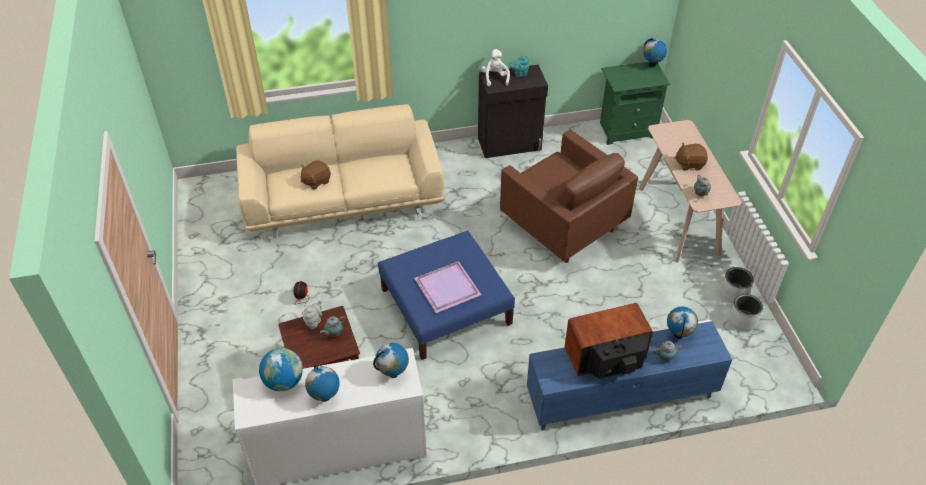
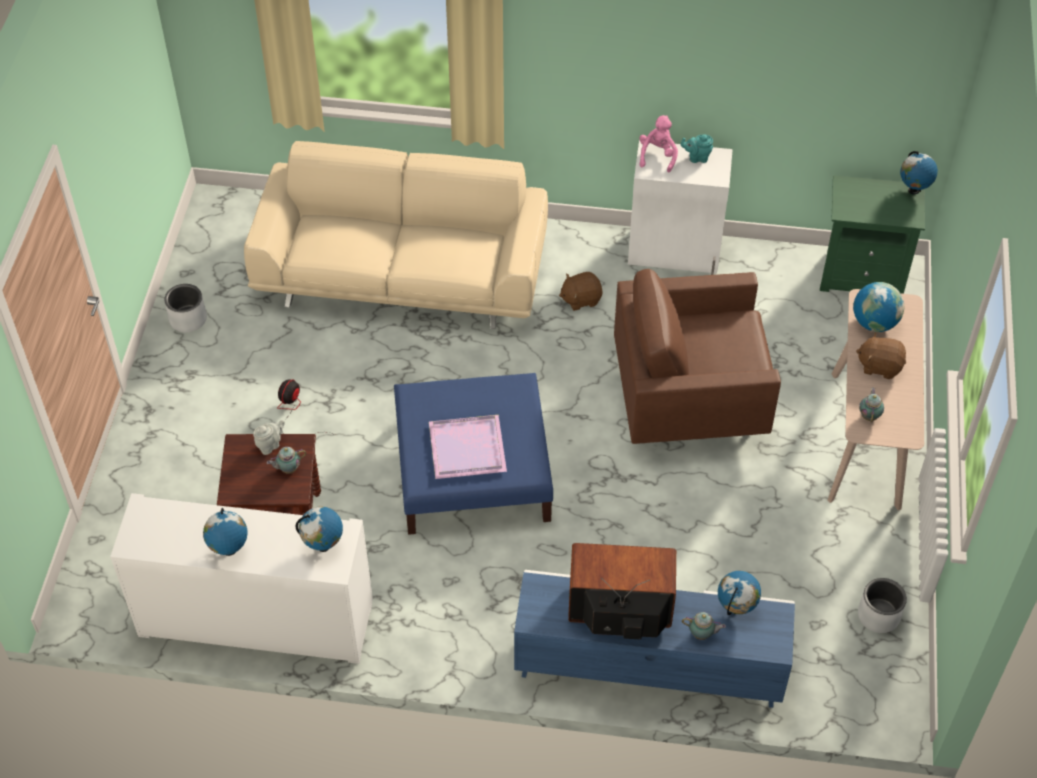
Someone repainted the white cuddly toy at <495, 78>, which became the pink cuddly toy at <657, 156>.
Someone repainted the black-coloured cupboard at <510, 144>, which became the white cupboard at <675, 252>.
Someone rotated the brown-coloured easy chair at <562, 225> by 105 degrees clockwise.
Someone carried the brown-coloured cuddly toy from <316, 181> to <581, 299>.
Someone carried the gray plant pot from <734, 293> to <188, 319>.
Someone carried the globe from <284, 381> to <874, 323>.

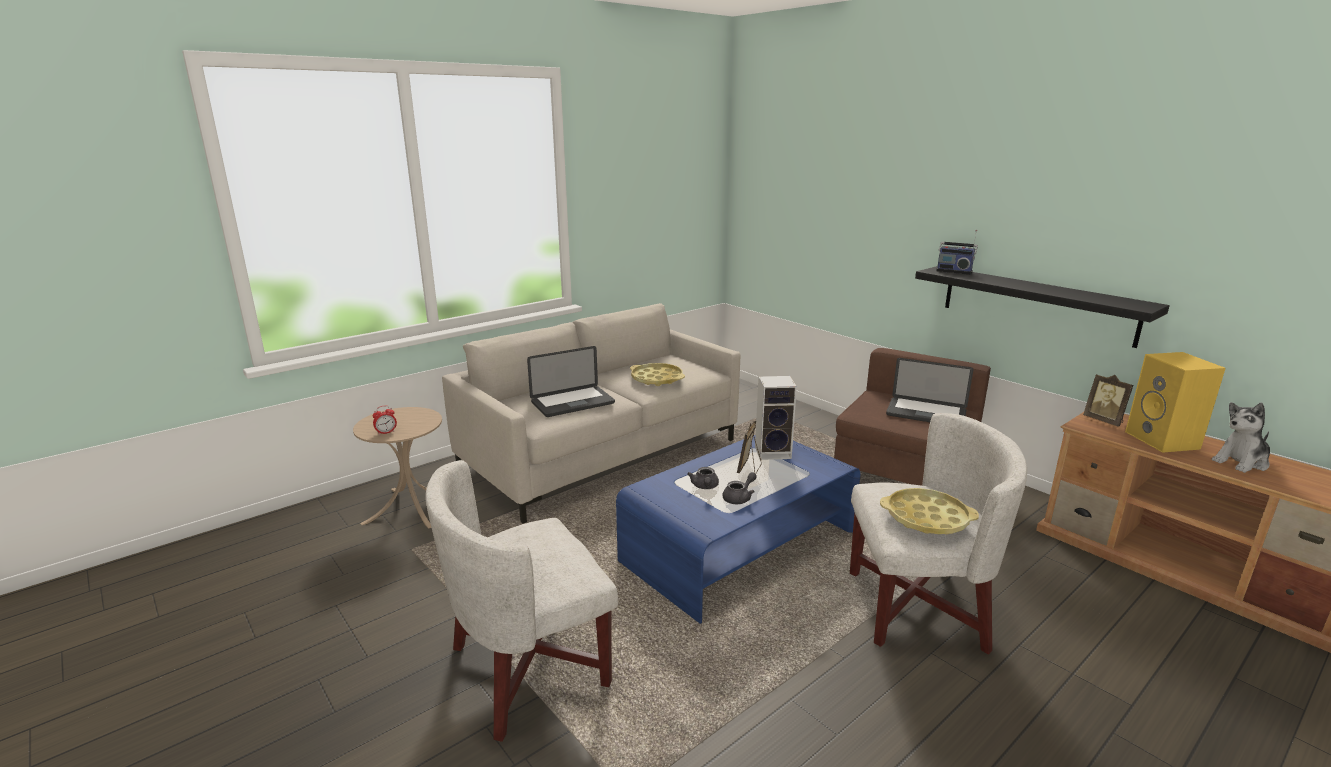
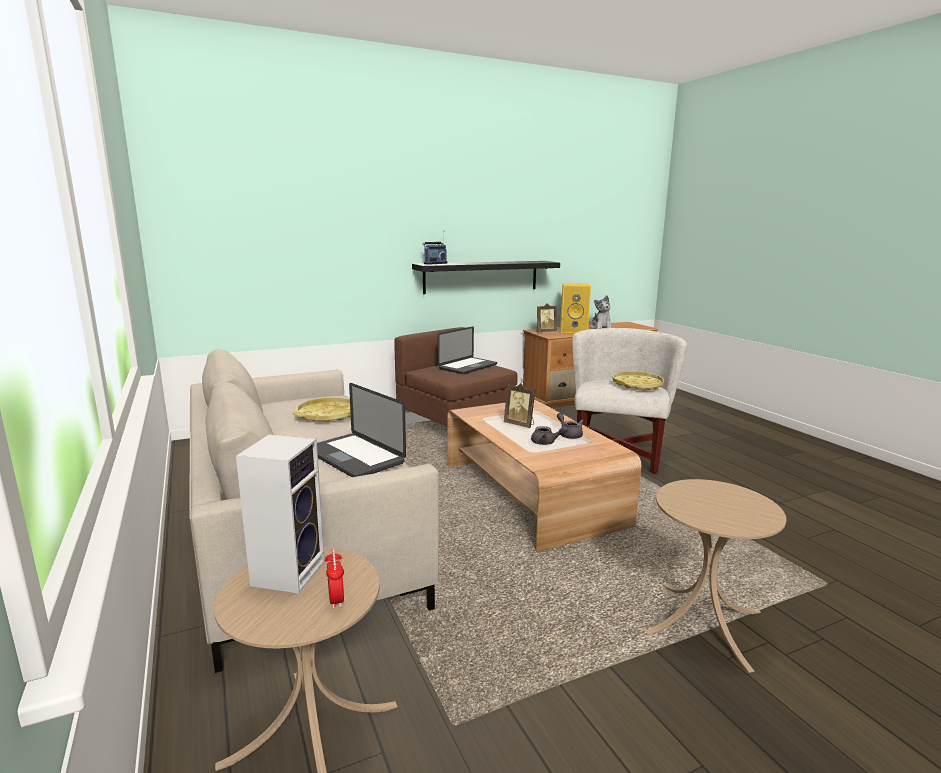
Someone rotated the laptop at <572, 403> by 150 degrees clockwise.
Someone carried the audio speaker from <774, 452> to <289, 571>.
Someone repainted the bluish lounge table at <739, 547>, which became the brown-coloured lounge table at <531, 494>.
Someone swapped the white easy chair at <528, 668> for the beige-coloured end table at <701, 622>.

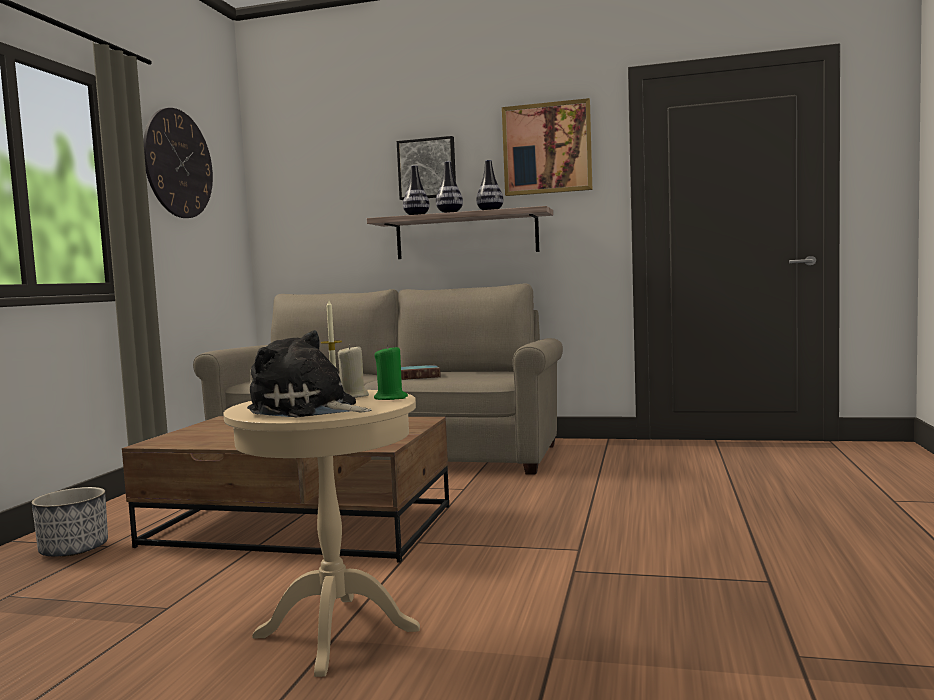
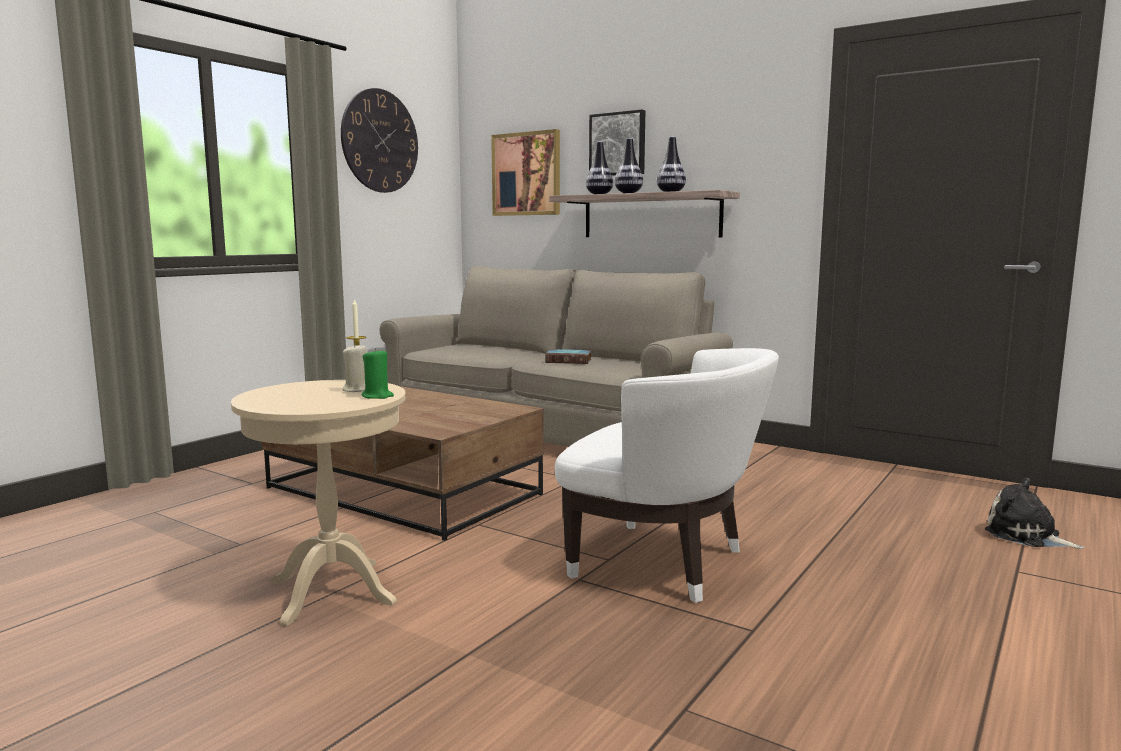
Someone carried the picture from <547, 148> to <526, 174>.
Someone carried the cuddly toy from <308, 409> to <1026, 536>.
Someone took away the plant pot at <74, 549>.
Someone put down the white easy chair at <665, 563>.

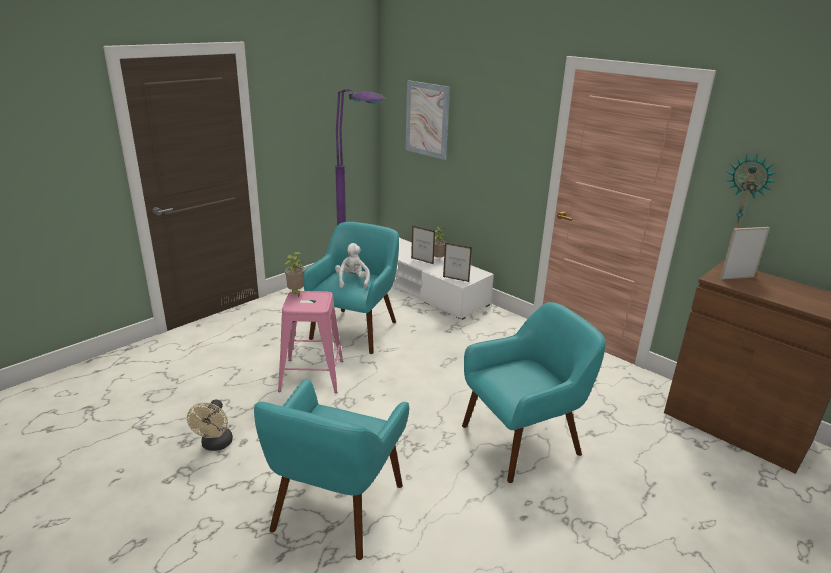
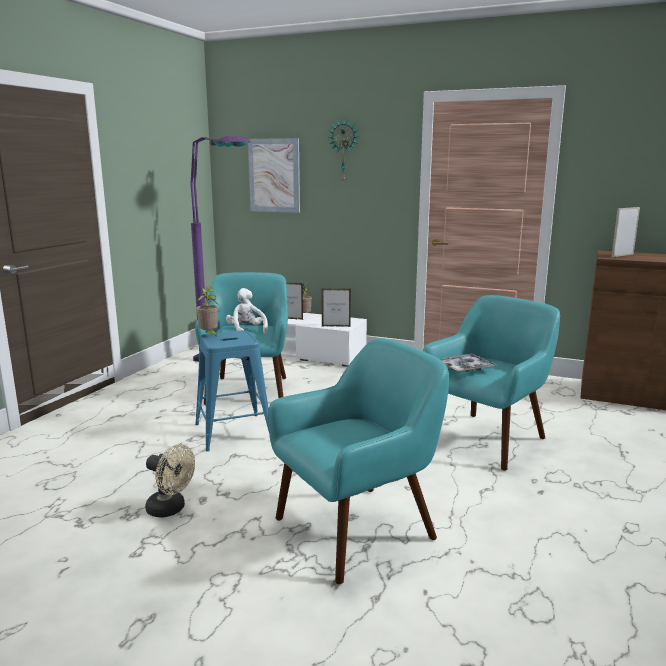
Someone carried the hanging clock from <746, 194> to <344, 151>.
Someone repainted the pink stool at <311, 376>, which became the bluish stool at <233, 432>.
Someone rotated the turquoise-coloured easy chair at <336, 508> by 120 degrees counterclockwise.
Someone rotated the beige-coloured fan at <215, 445> by 45 degrees counterclockwise.
Someone put down the serving tray at <465, 368>.

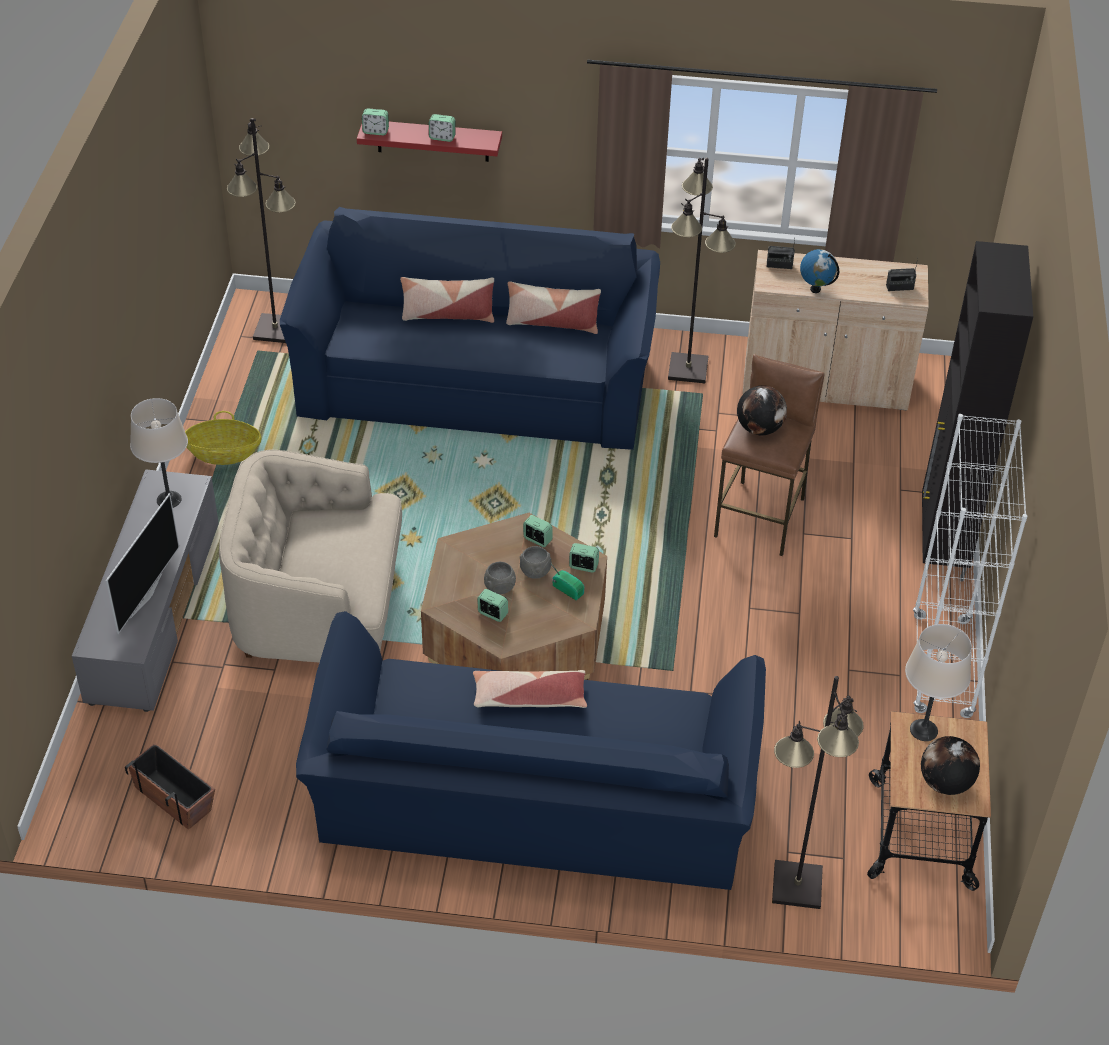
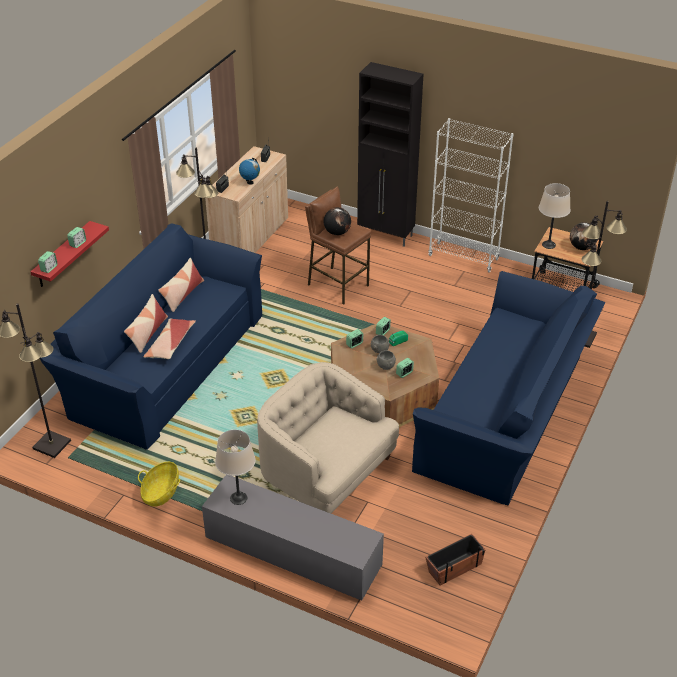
Someone rotated the beige-coloured easy chair at <320, 609> by 105 degrees clockwise.
Someone took away the television at <145, 595>.
Someone carried the cushion from <529, 697> to <170, 344>.

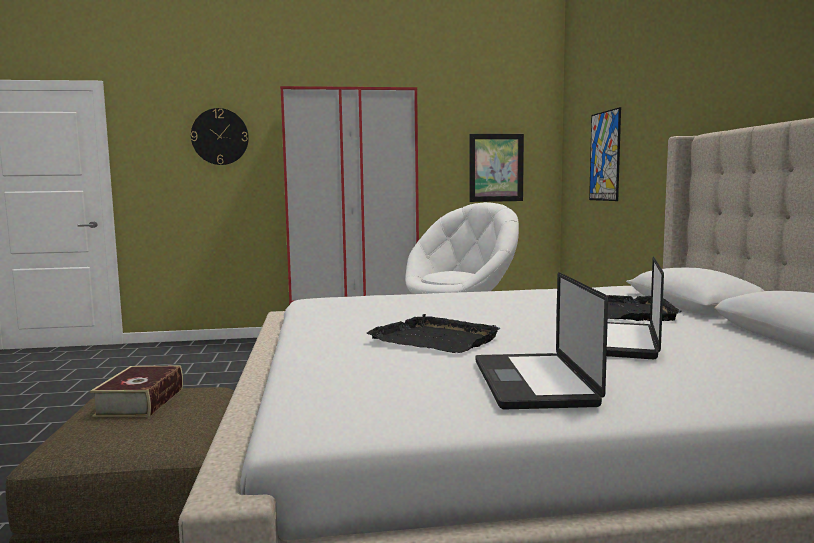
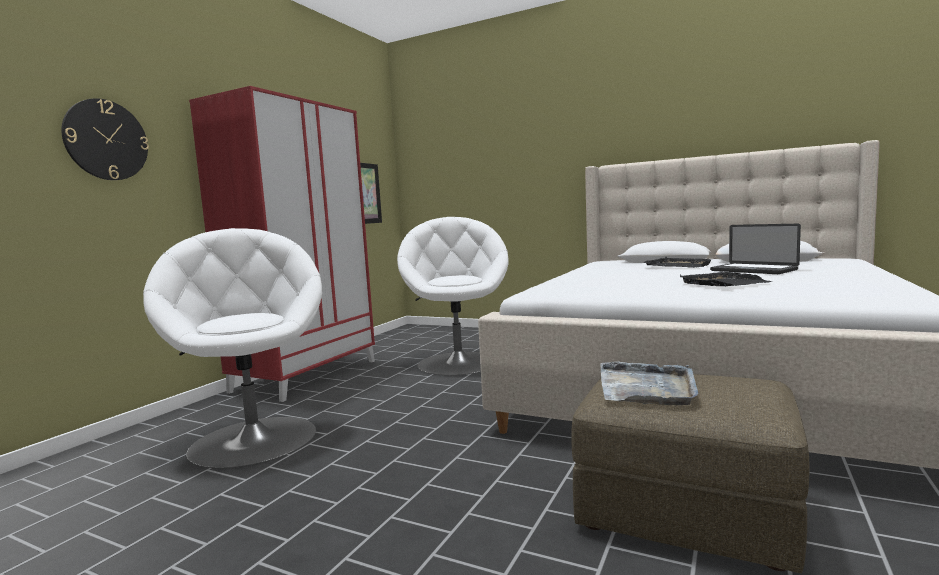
Someone took away the picture at <605, 156>.
Someone took away the laptop at <532, 382>.
Someone swapped the volume at <140, 402> for the gray serving tray at <646, 387>.
Someone put down the white easy chair at <254, 439>.

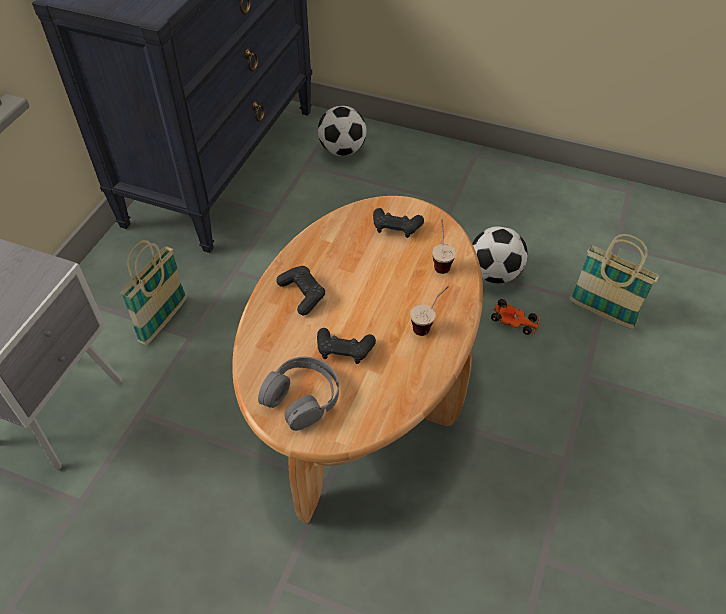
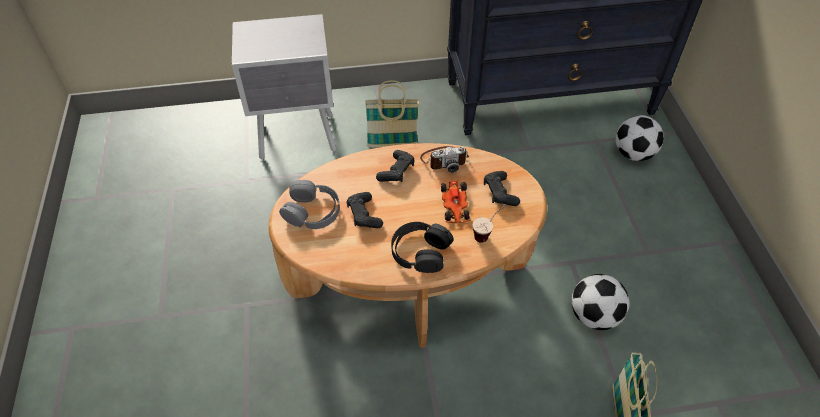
Someone swapped the cup at <428, 324> for the black-coloured headset at <420, 252>.
Someone carried the model car from <515, 321> to <455, 206>.
Someone put down the still camera at <444, 160>.

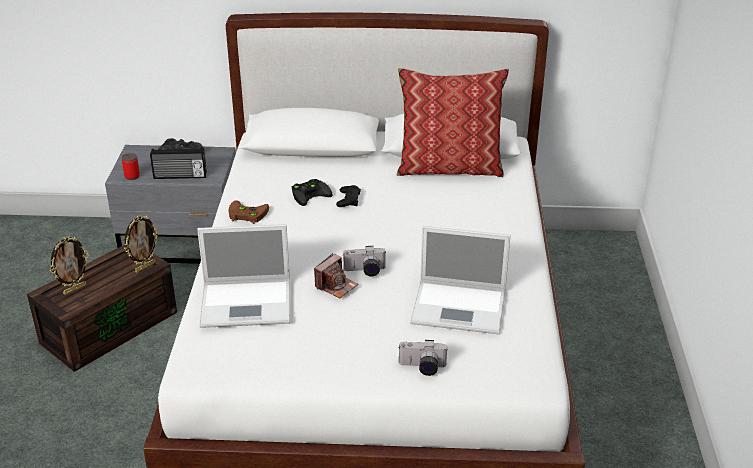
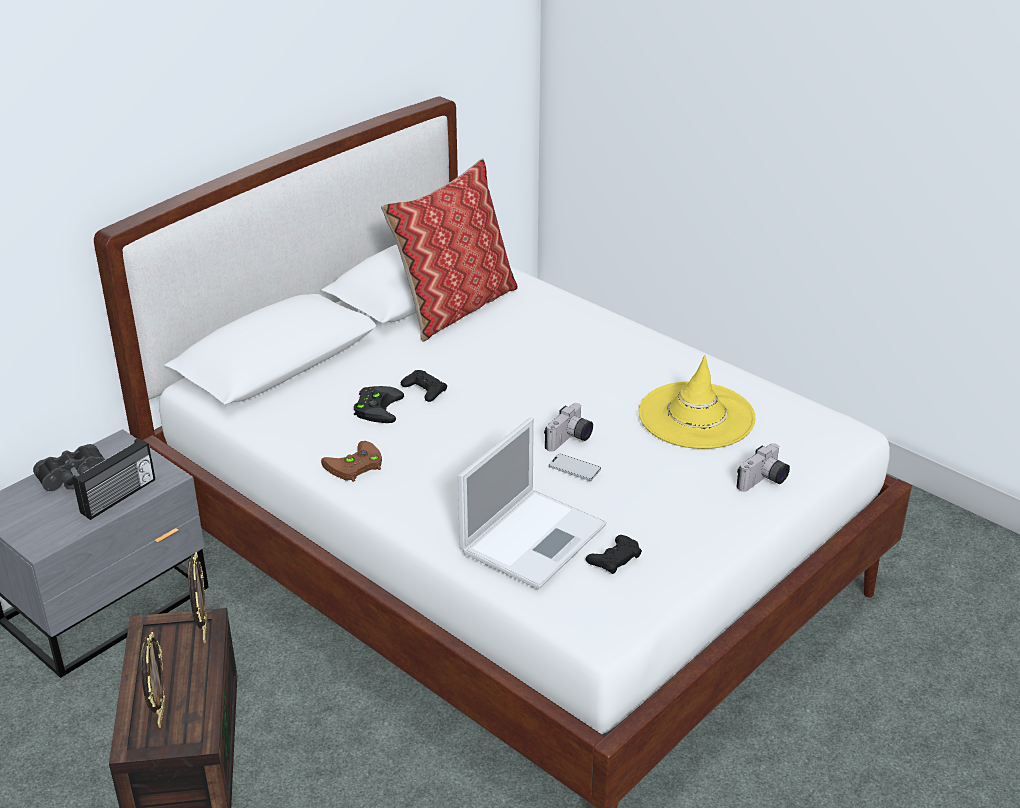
Someone took away the sealed can at <132, 176>.
Someone swapped the laptop at <461, 307> for the yellow wearable hat at <696, 416>.
Someone swapped the still camera at <336, 286> for the handset at <574, 468>.
Someone put down the black-coloured gamepad at <614, 558>.

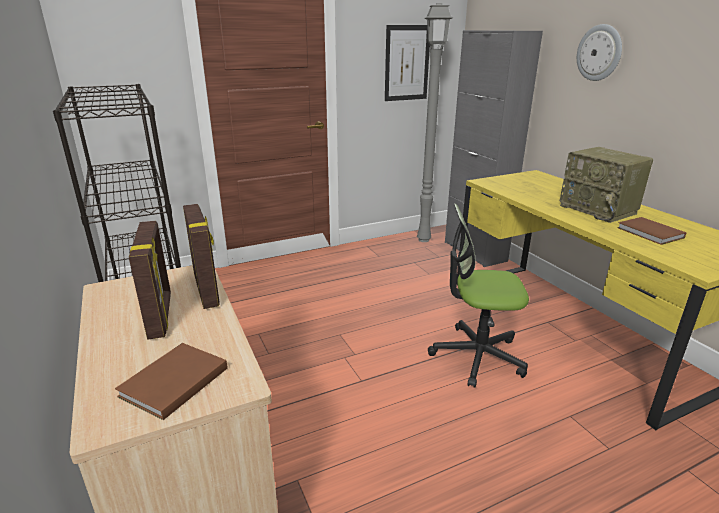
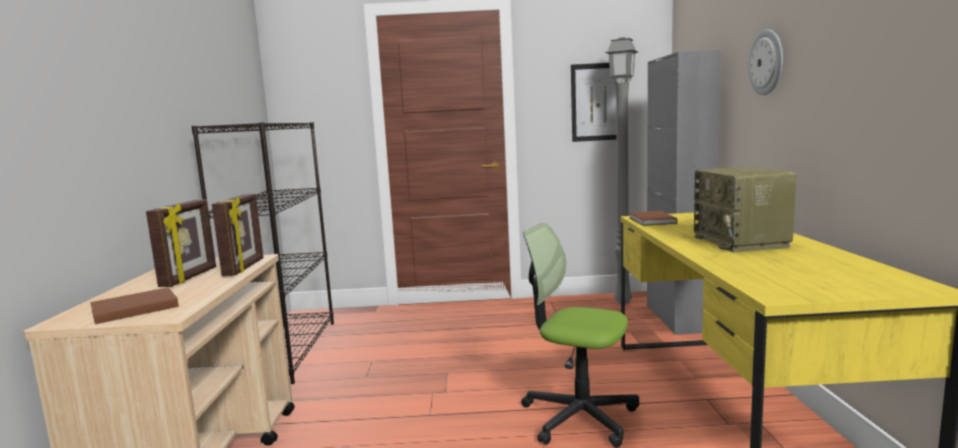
Someone carried the brown-coloured volume from <650, 233> to <651, 221>.

